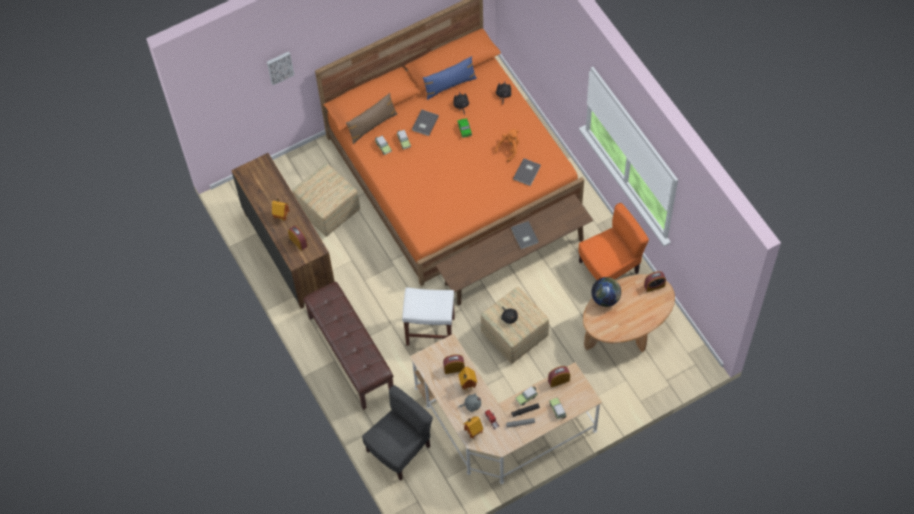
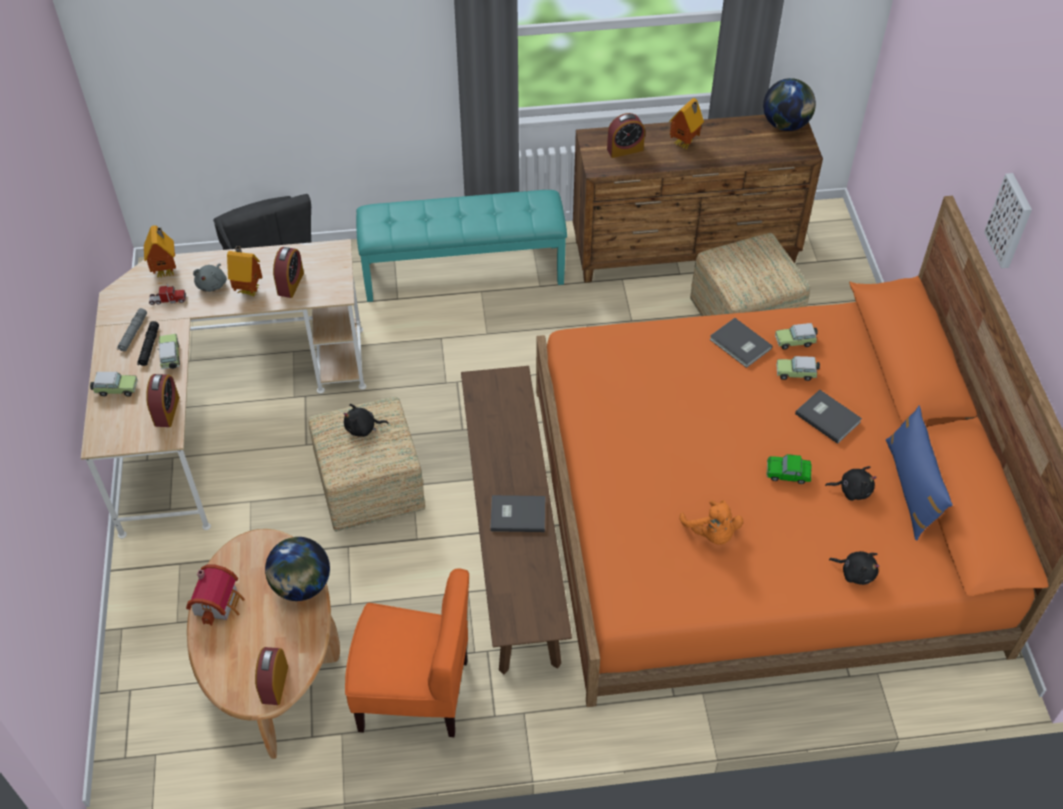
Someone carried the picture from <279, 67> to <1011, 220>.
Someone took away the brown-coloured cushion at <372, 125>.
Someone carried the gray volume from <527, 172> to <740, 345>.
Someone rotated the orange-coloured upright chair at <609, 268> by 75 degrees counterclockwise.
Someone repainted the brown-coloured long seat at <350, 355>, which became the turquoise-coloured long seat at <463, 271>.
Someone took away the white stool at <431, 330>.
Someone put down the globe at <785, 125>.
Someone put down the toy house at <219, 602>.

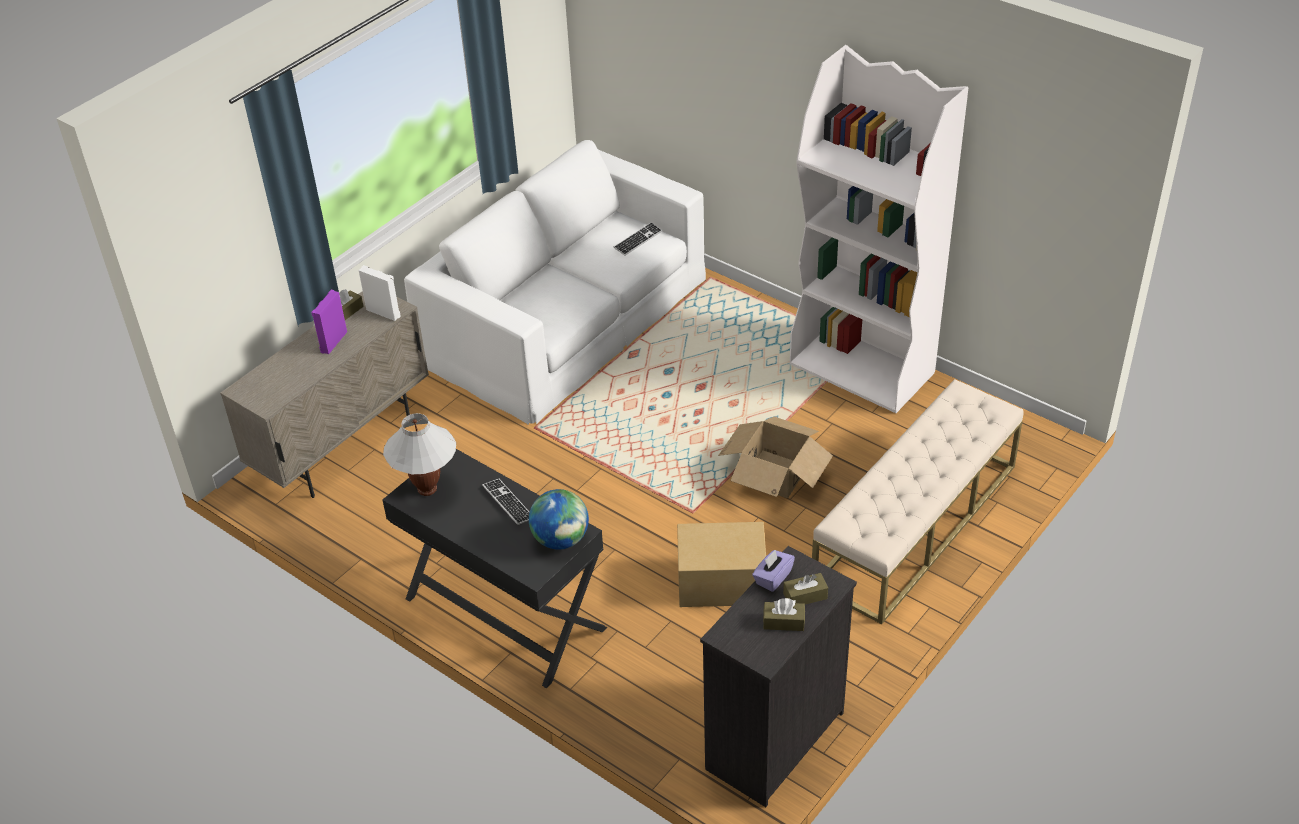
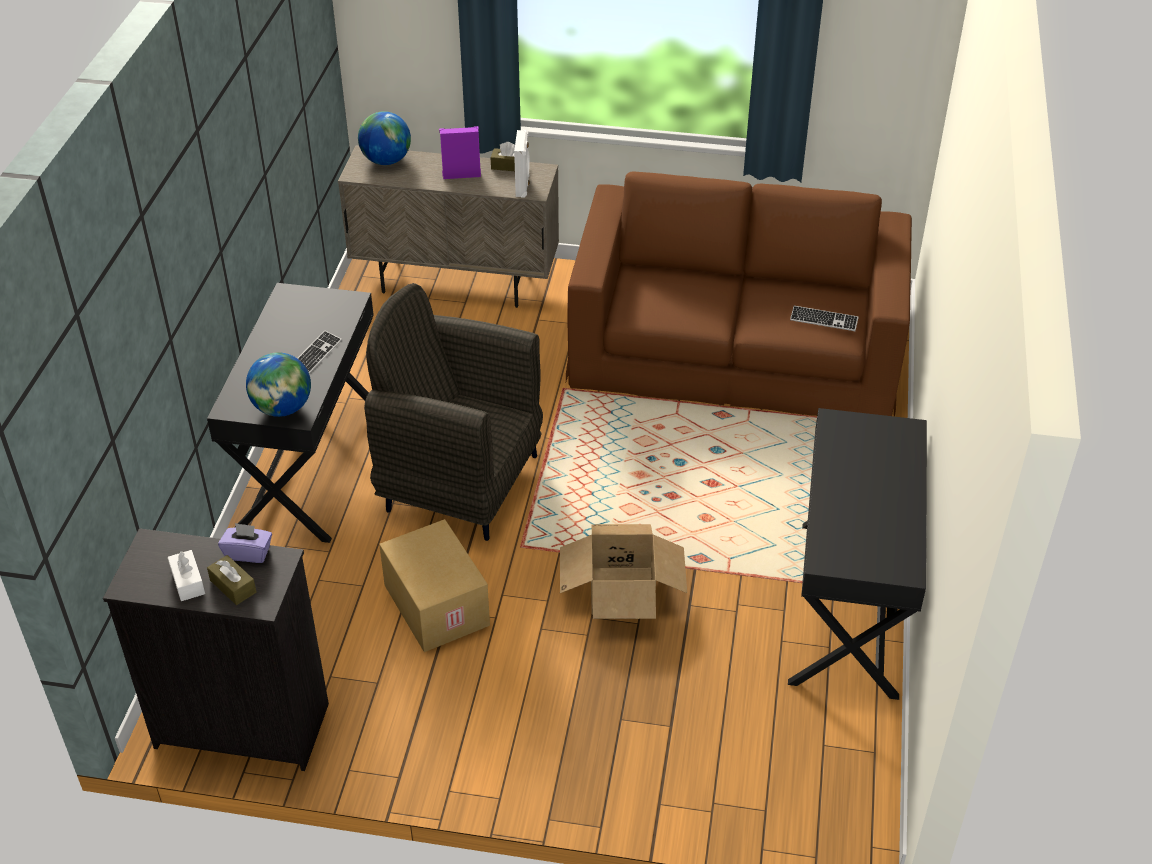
Someone swapped the white shelving unit at <863, 369> for the black-coloured desk unit at <849, 607>.
Someone repainted the white sofa at <565, 318>, which became the brown-coloured sofa at <736, 347>.
Someone took away the beige-coloured long seat at <915, 525>.
Someone took away the white table lamp at <427, 489>.
Someone repainted the brown-coloured box of tissues at <783, 622>, which became the white box of tissues at <188, 582>.
Someone put down the globe at <386, 161>.
Someone put down the gray easy chair at <459, 483>.

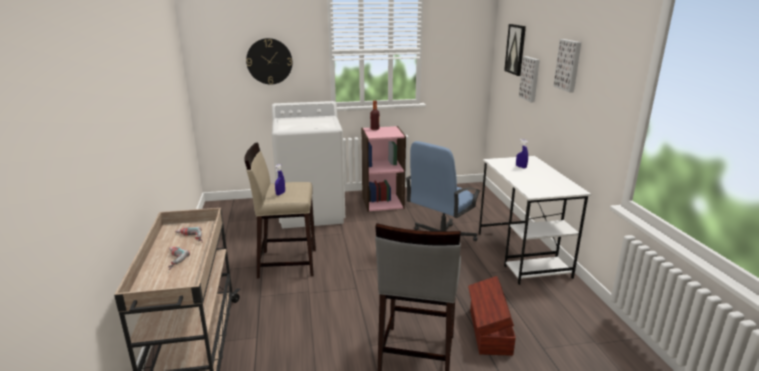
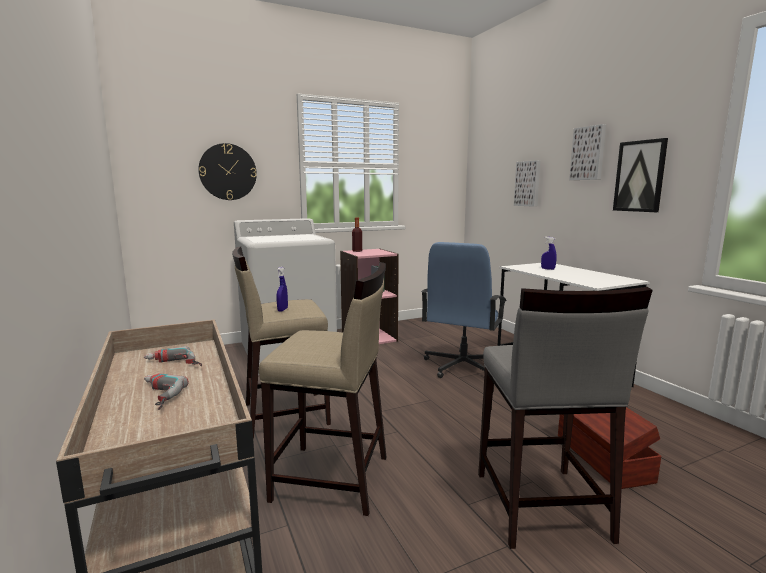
Someone carried the picture from <515, 49> to <640, 176>.
Someone put down the beige-coloured stool at <332, 479>.

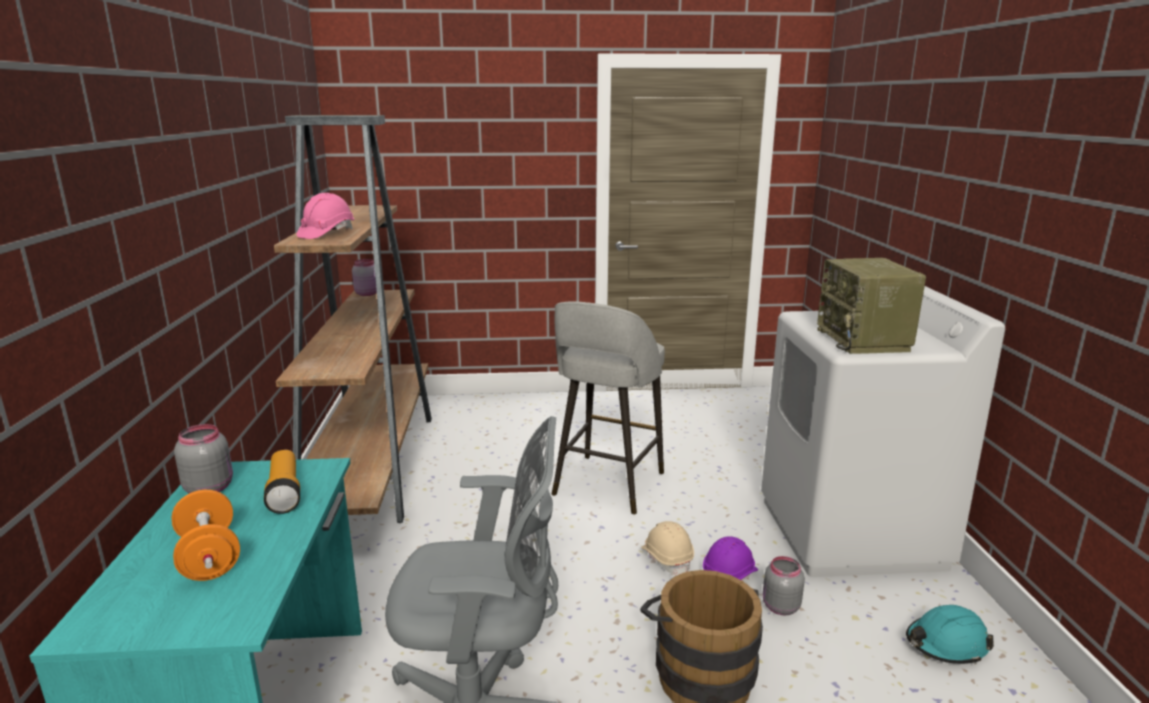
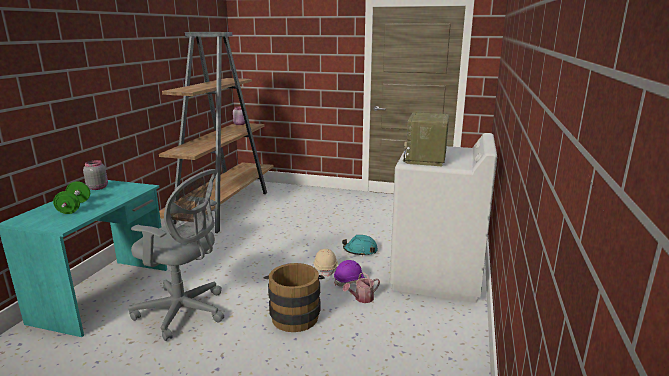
Someone took away the pink work helmet at <326, 234>.
Someone took away the gray stool at <607, 485>.
Someone took away the flashlight at <285, 493>.
Someone repainted the orange-coloured free weight at <209, 557>, which became the green free weight at <74, 207>.
Someone swapped the gray storage jar at <779, 607> for the watering can at <362, 298>.
Someone carried the turquoise-coloured work helmet from <946, 644> to <360, 251>.

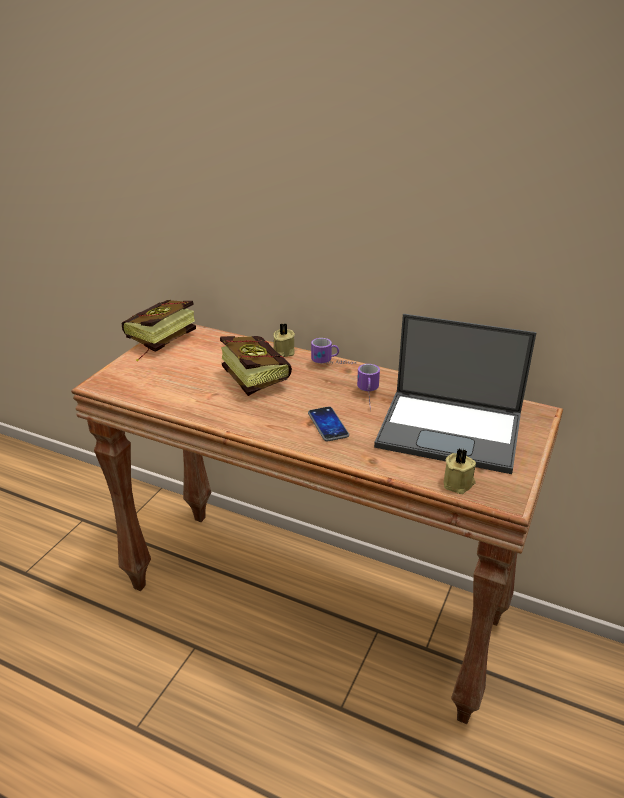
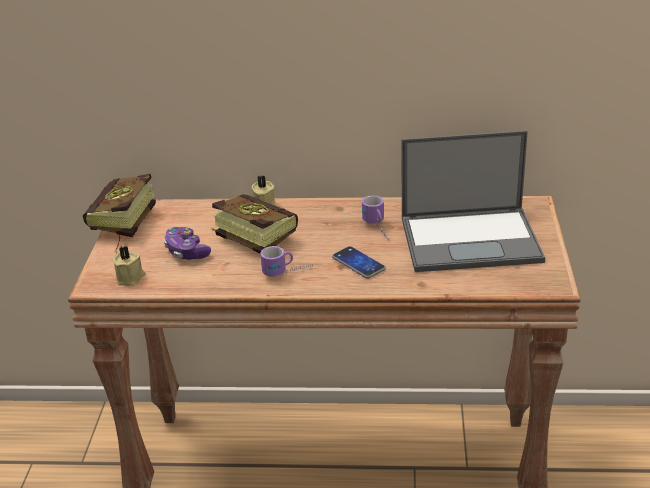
Someone carried the mug from <333, 364> to <288, 273>.
Someone carried the beige-coloured wax candle from <459, 483> to <131, 278>.
Someone put down the gamepad at <187, 252>.

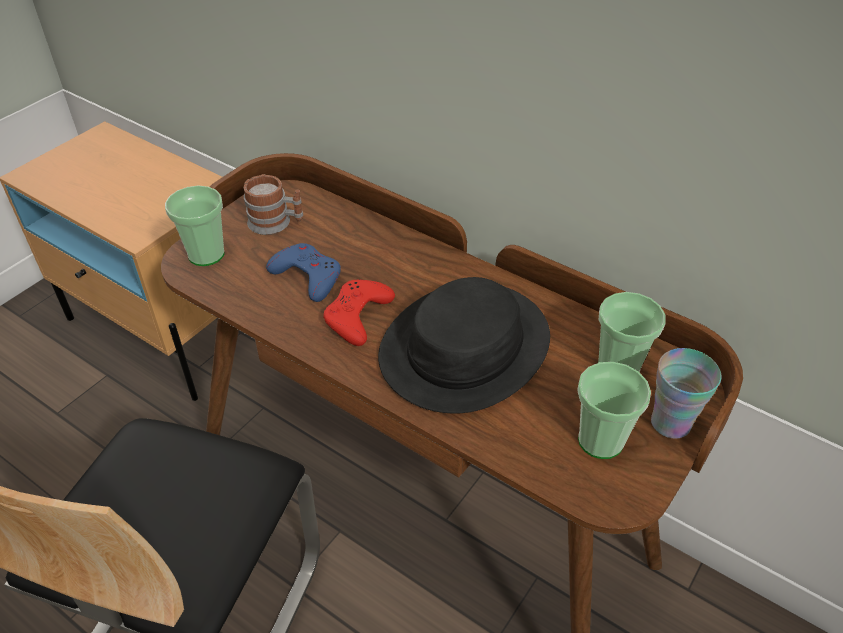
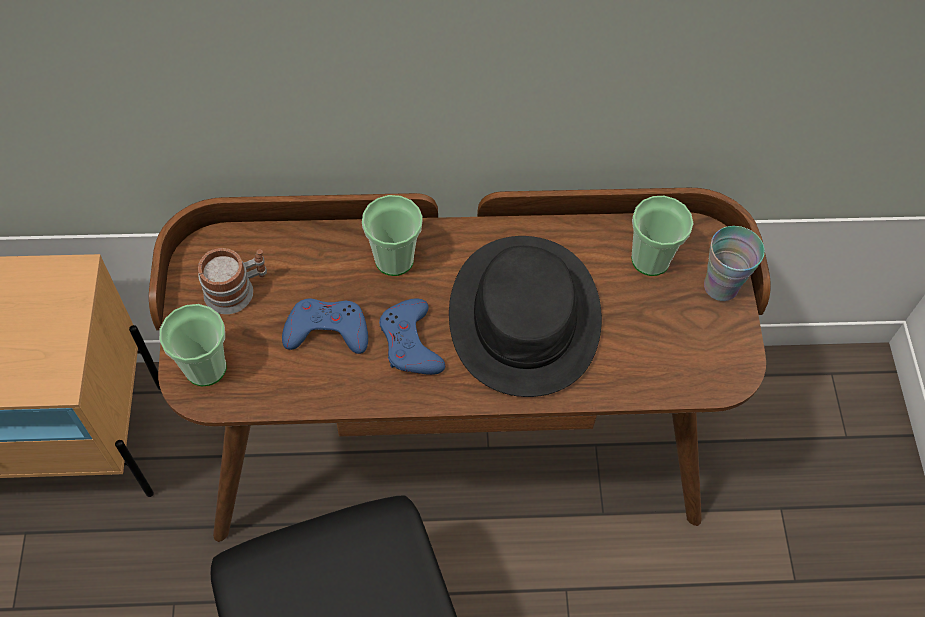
Someone repainted the red gamepad at <357, 316>, which became the bluish gamepad at <410, 343>.
Someone carried the cup from <600, 440> to <394, 259>.

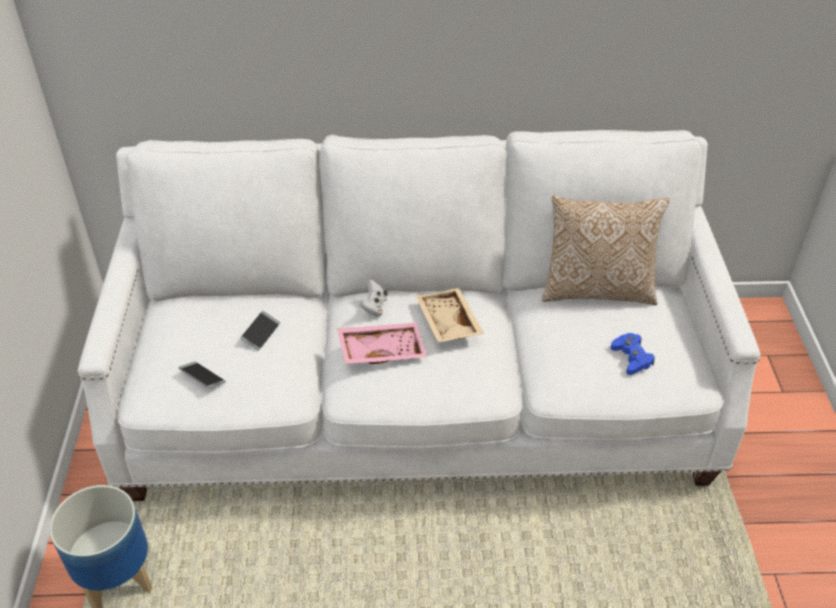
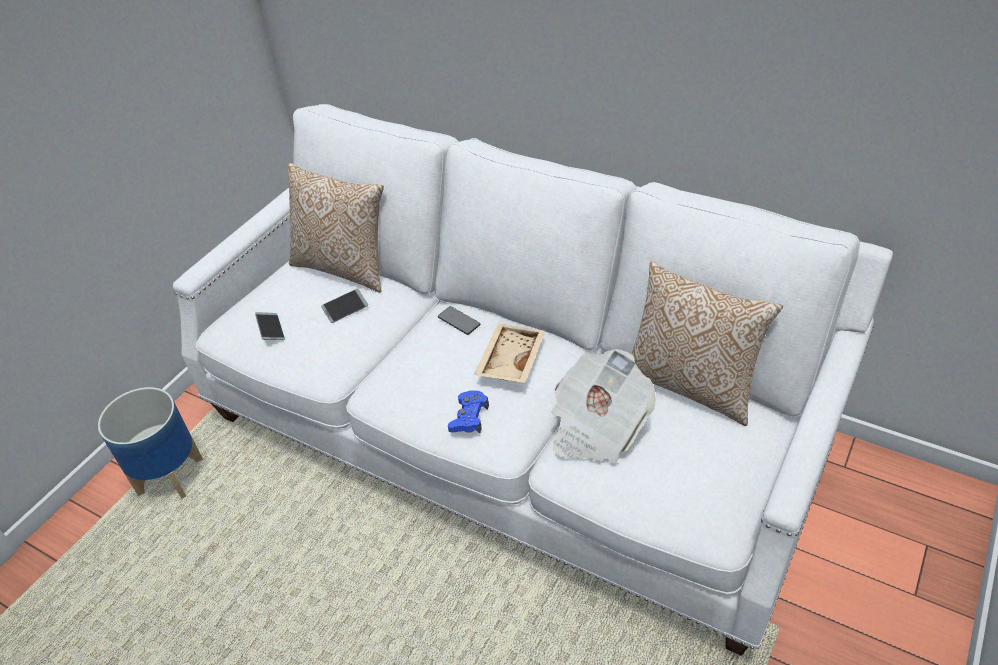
Someone swapped the white gamepad at <374, 307> for the handset at <459, 321>.
Someone took away the pink serving tray at <381, 350>.
Someone carried the bluish gamepad from <631, 358> to <469, 417>.
Someone put down the cushion at <344, 267>.
Someone put down the newspaper at <597, 426>.

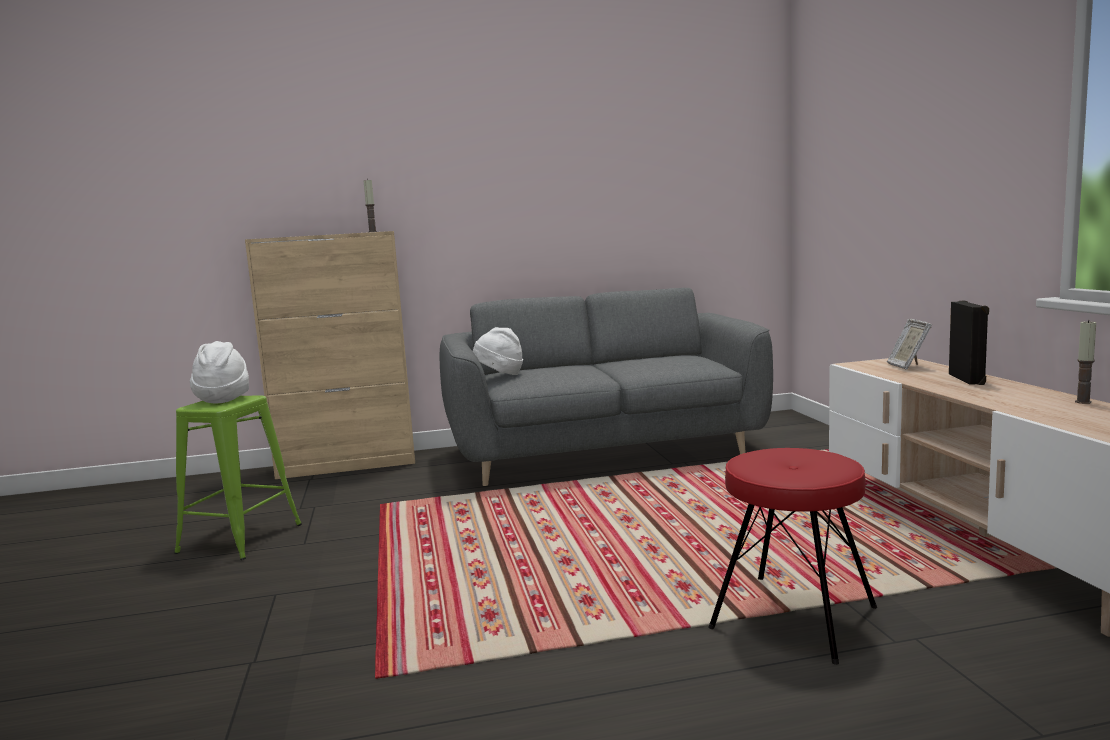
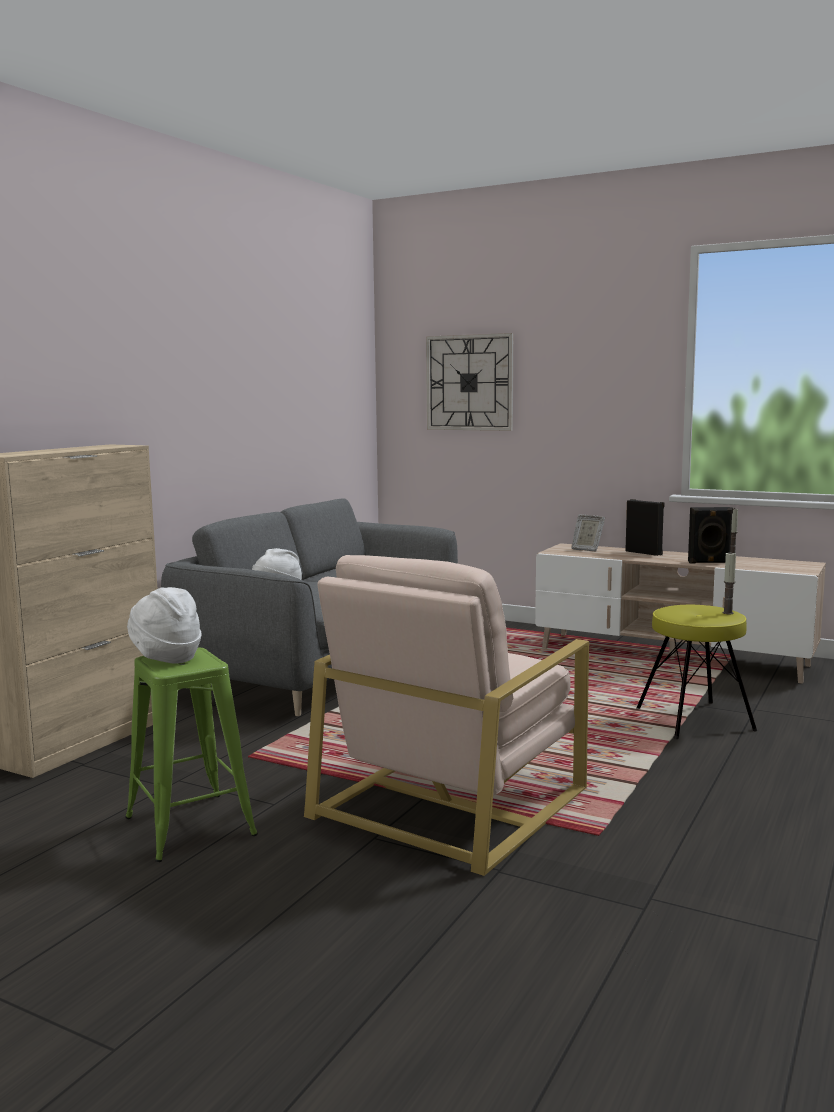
Someone carried the wax candle from <372, 231> to <728, 613>.
Someone repainted the red stool at <793, 616>, which became the yellow stool at <693, 719>.
Someone put up the hanging clock at <469, 382>.
Someone put down the black-coloured audio speaker at <709, 562>.
Someone put down the beige-coloured easy chair at <451, 801>.

